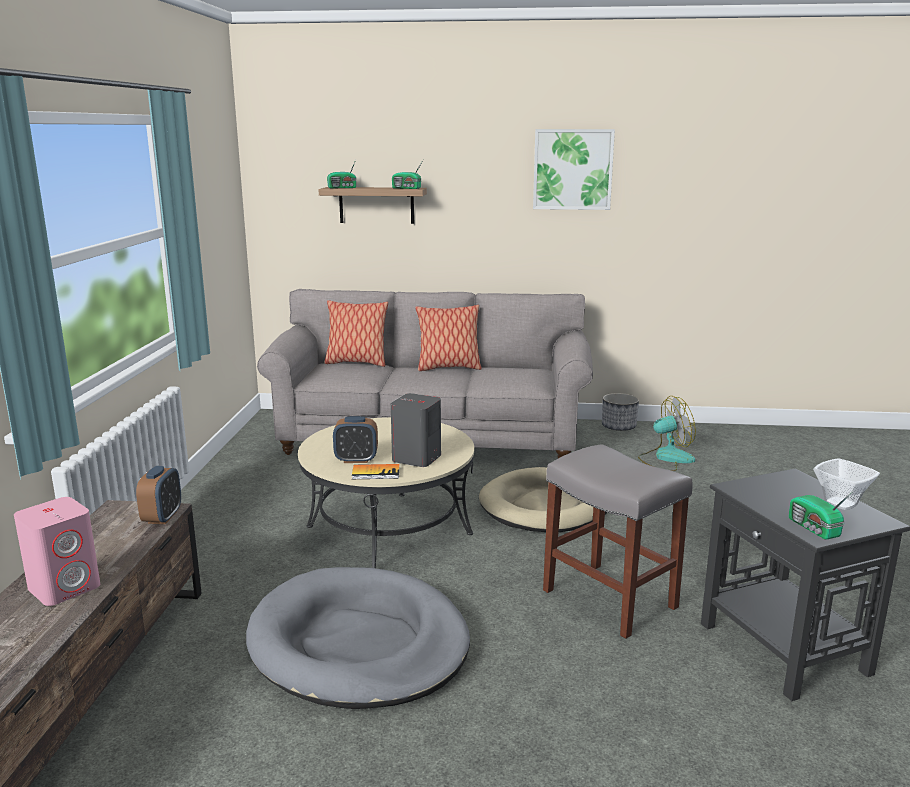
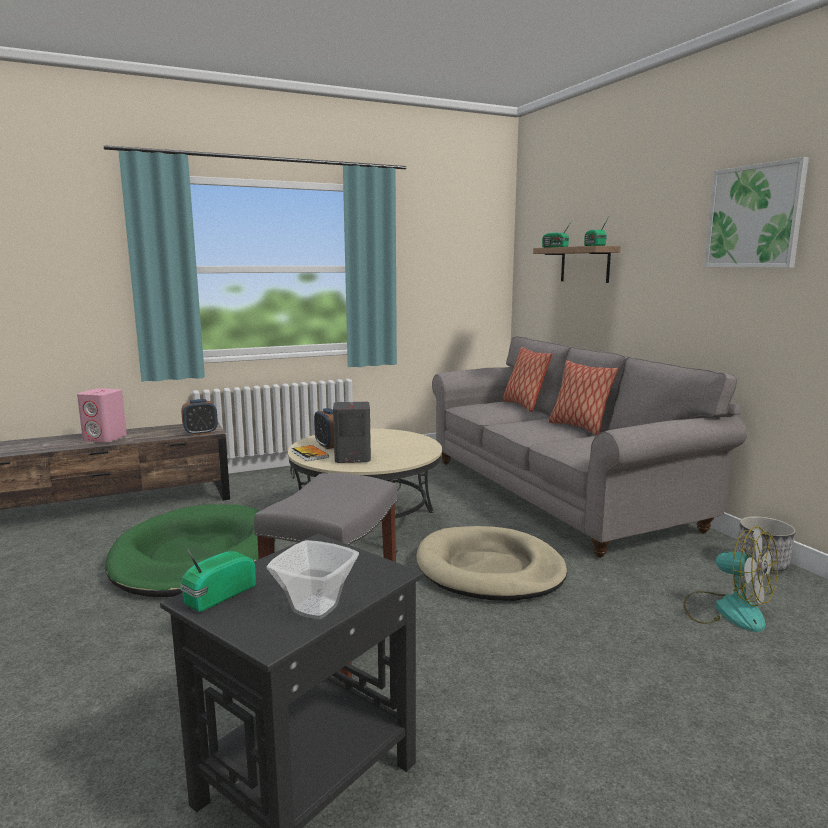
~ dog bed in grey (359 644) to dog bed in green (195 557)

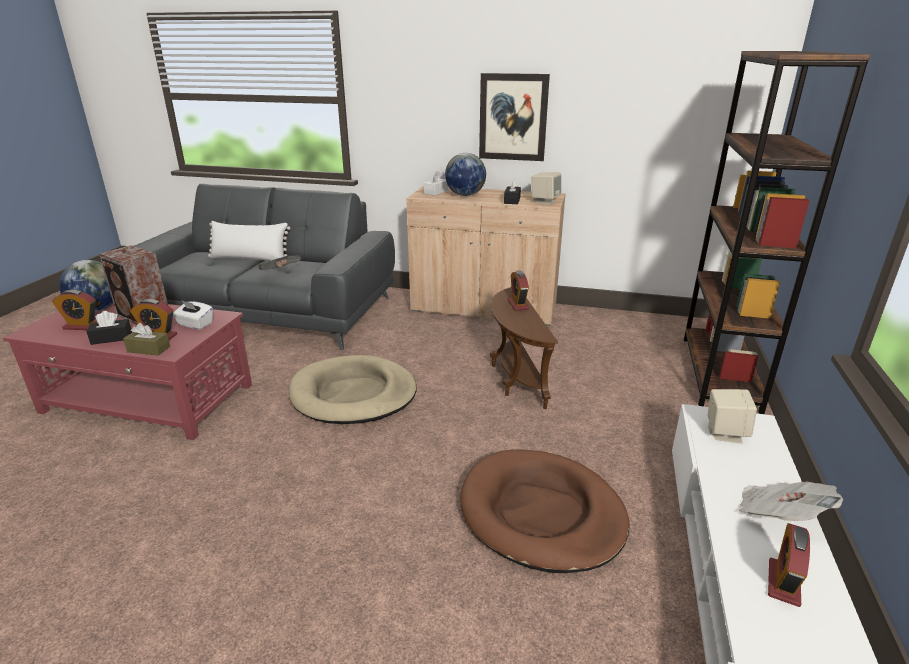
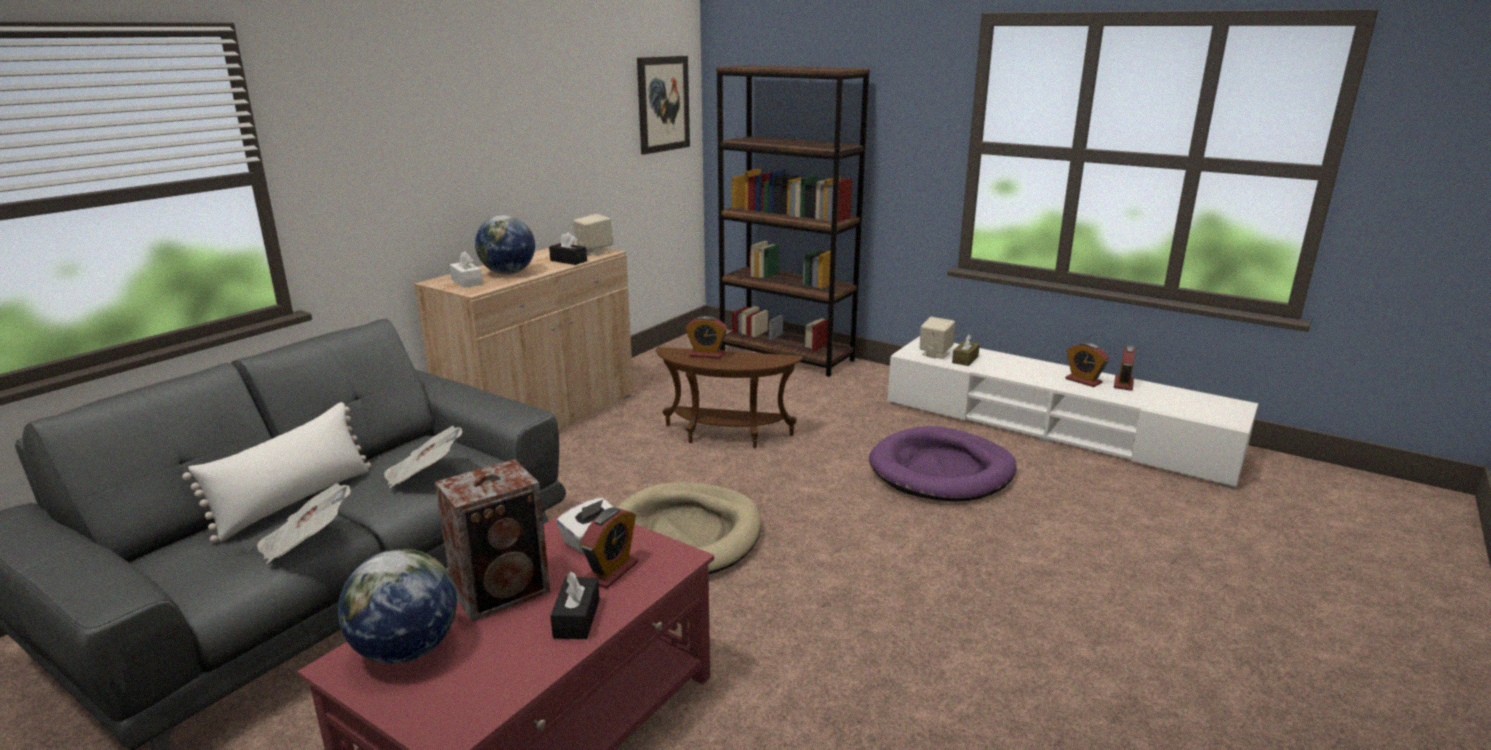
~ picture (513 117) to (663 104)
~ alarm clock (82 326) to (1123 384)
~ tissue box in brown (149 349) to (965 359)
~ dog bed in brown (541 514) to dog bed in purple (942 470)
~ newspaper (779 515) to (306 544)

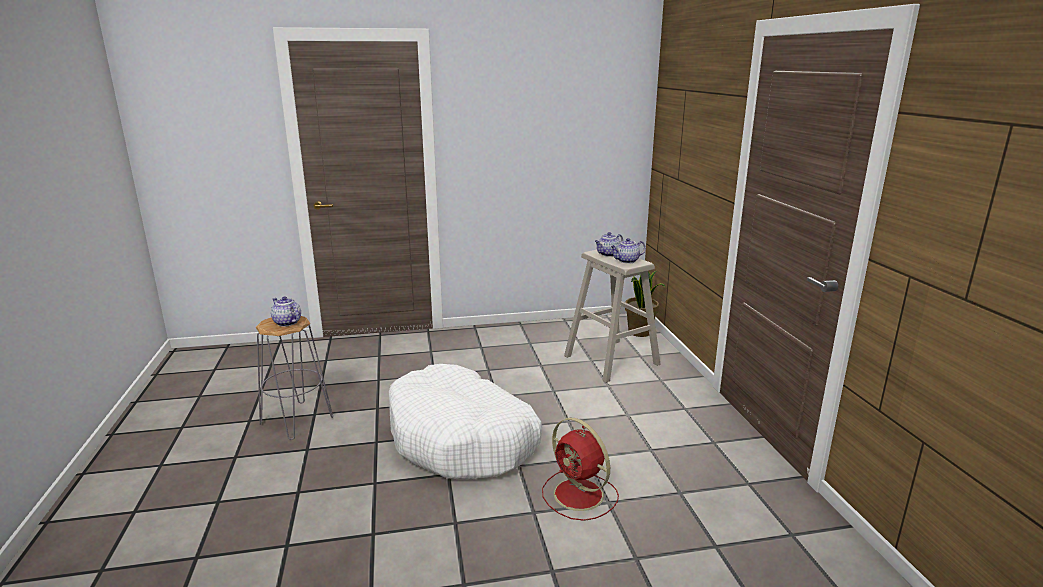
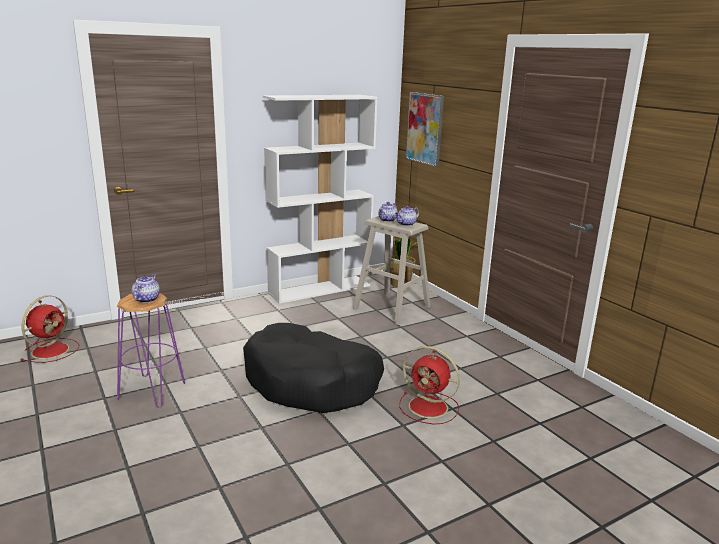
~ teapot (286 322) = (146 299) 75 degrees clockwise
~ stool in grey (297 420) to stool in purple (152 390)
~ dog bed in white (462 439) to dog bed in black (312 383)
+ picture (425 129)
+ bookcase in white (320 289)
+ fan in red (51 350)

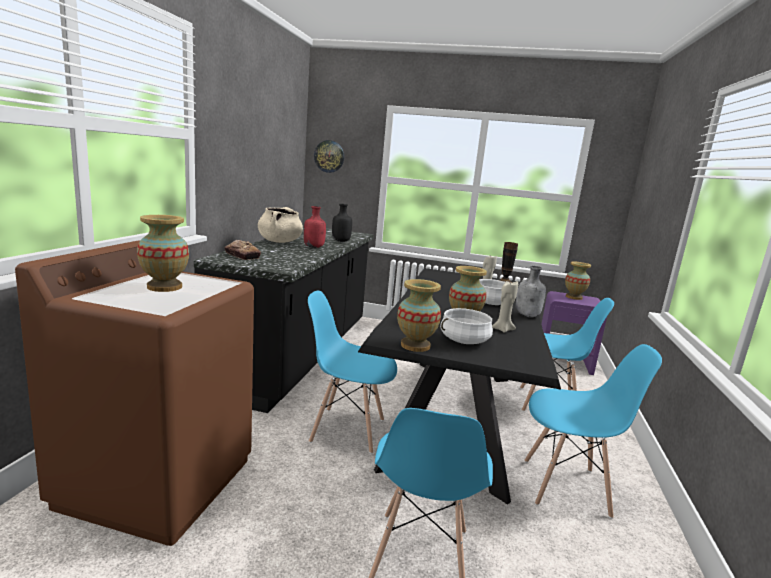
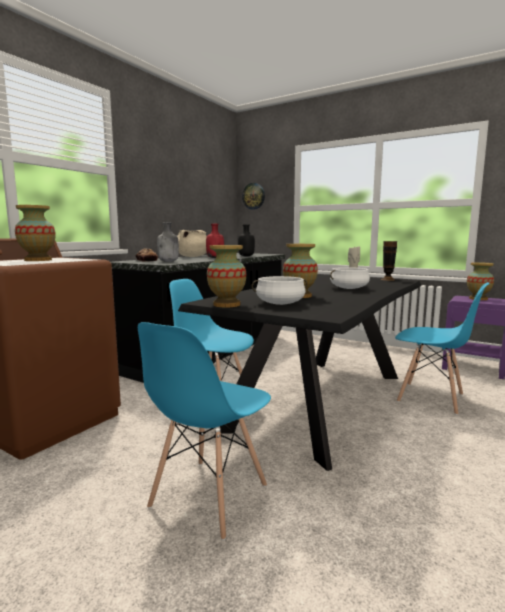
~ bottle in grey (527 316) to (169 261)
- candle in beige (502 329)
- chair in blue (566 487)

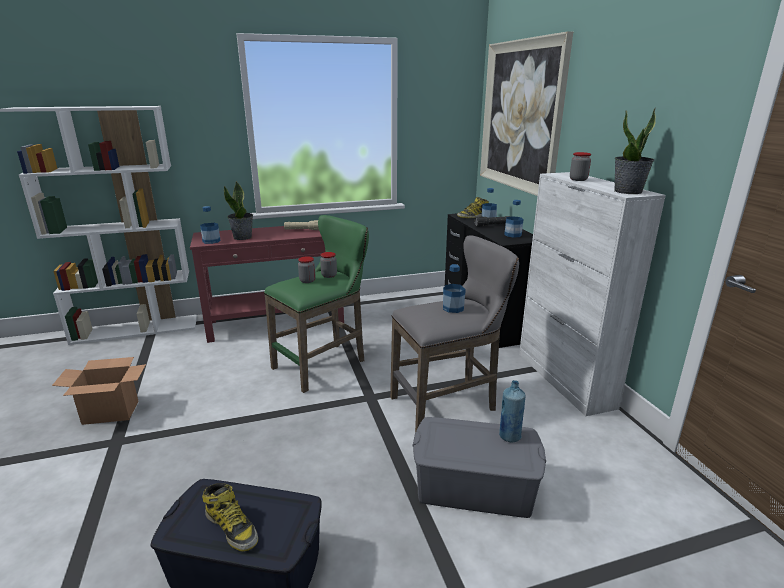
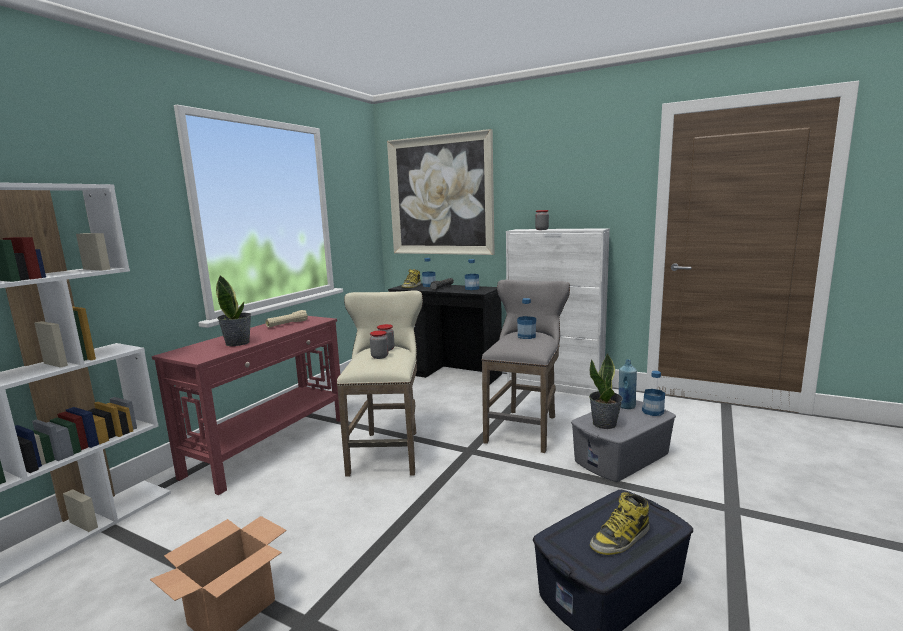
~ potted plant (628 191) to (604 424)
~ bottle (211 241) to (652 411)
~ stool in green (325 364) to stool in beige (388 450)
~ boot (232 527) = (620 538) 150 degrees clockwise

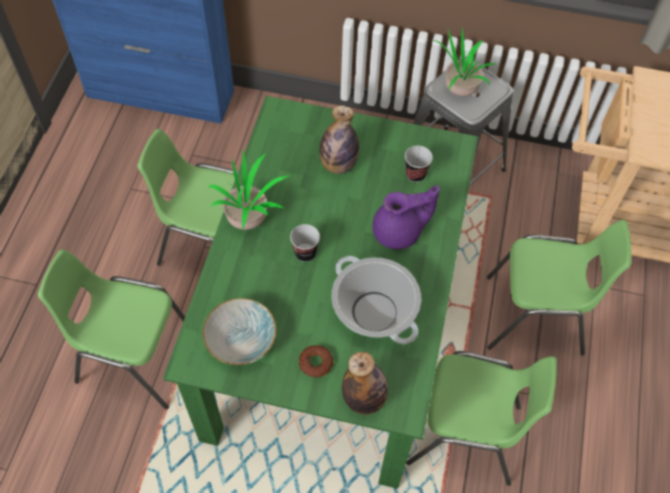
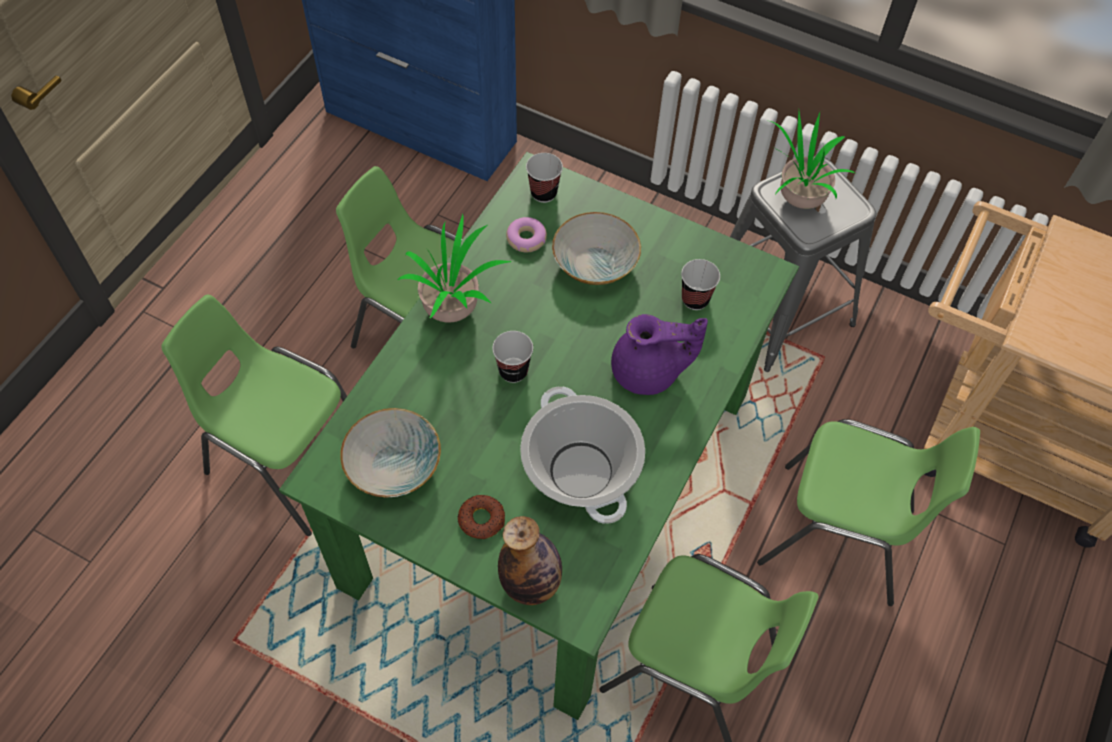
~ bottle (338 165) to bowl (594 264)
+ cup (543 193)
+ donut (526 239)

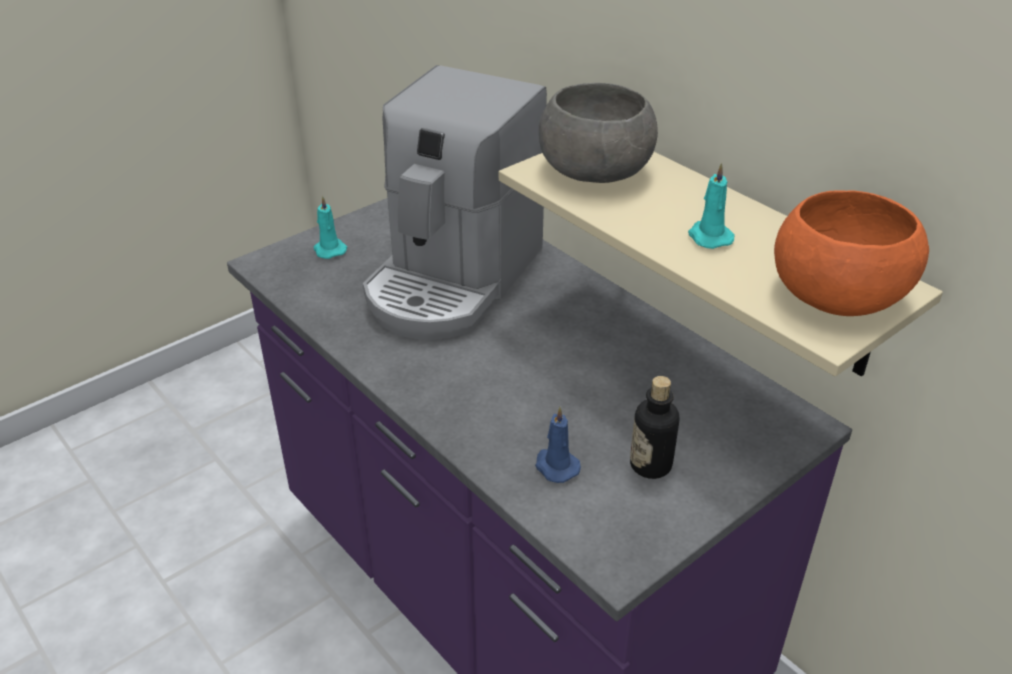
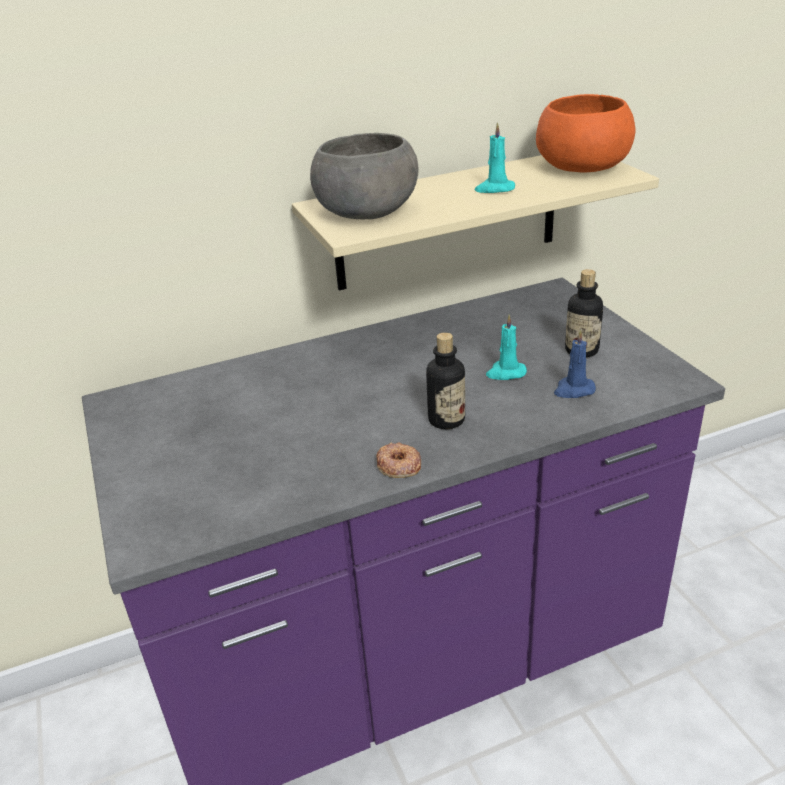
- coffee machine (453 280)
~ candle in turquoise (329 249) to (505 373)
+ bottle (446 420)
+ donut (398 465)

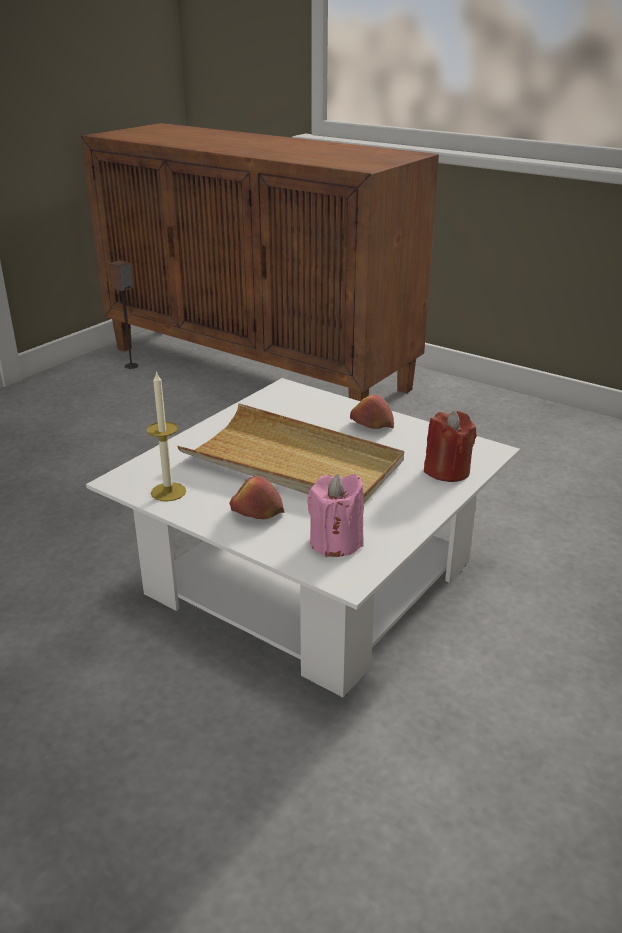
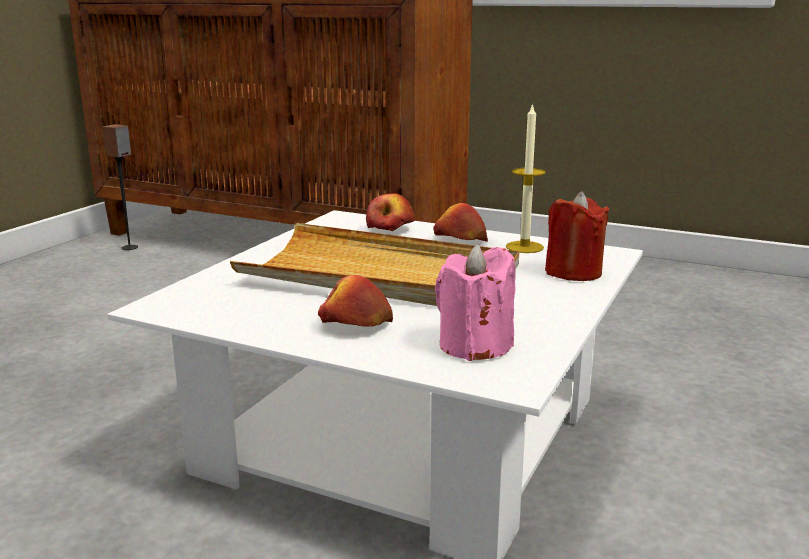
~ candle (168 492) to (524 247)
+ apple (391 229)

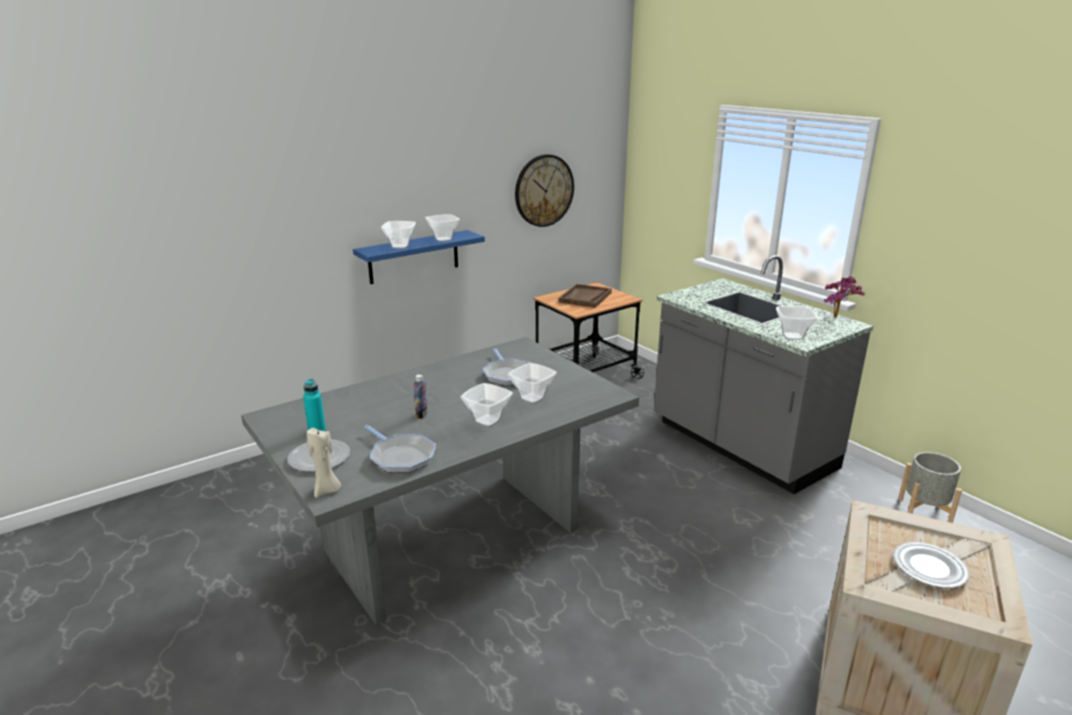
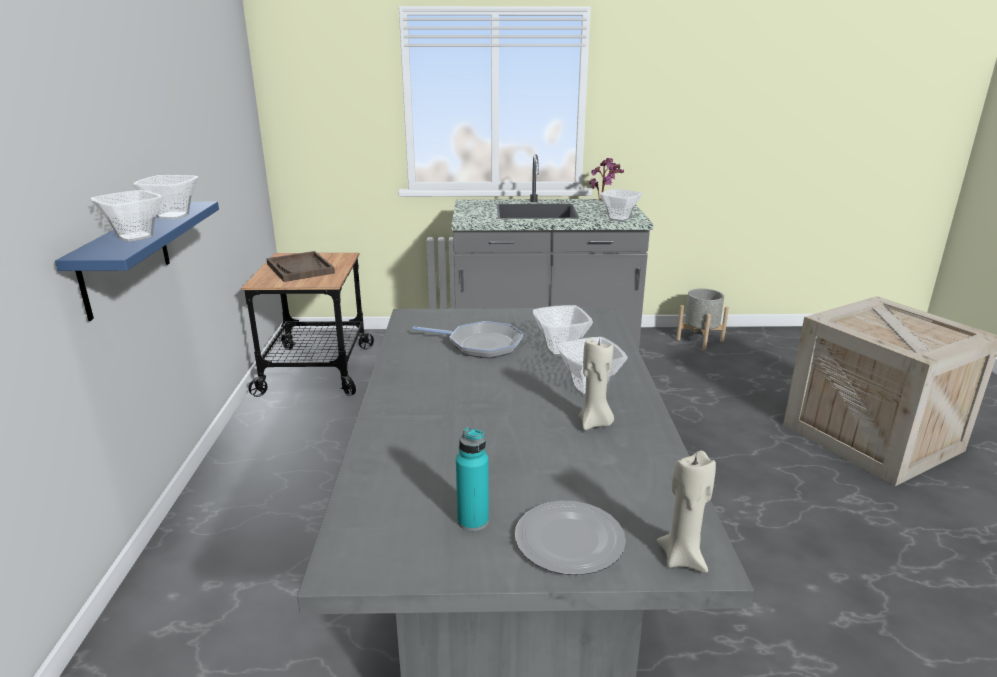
- wall clock (544 190)
- bottle (421 415)
- frying pan (401 457)
- plate (930 568)
+ candle in beige (595 423)

